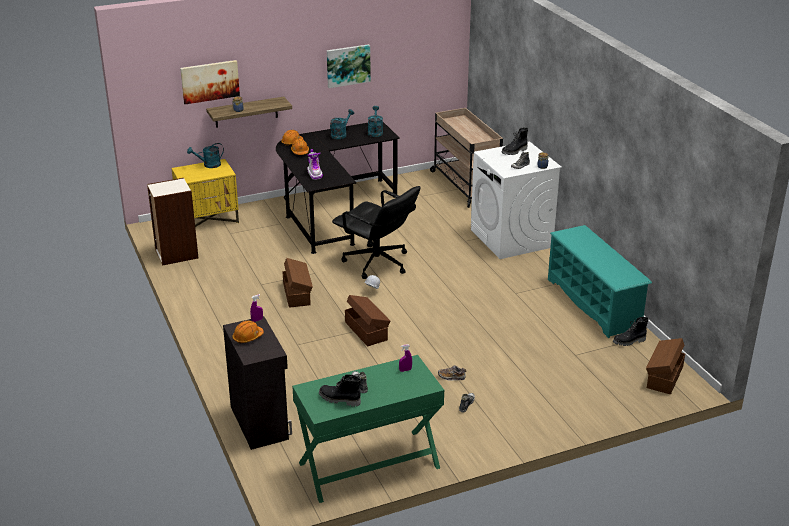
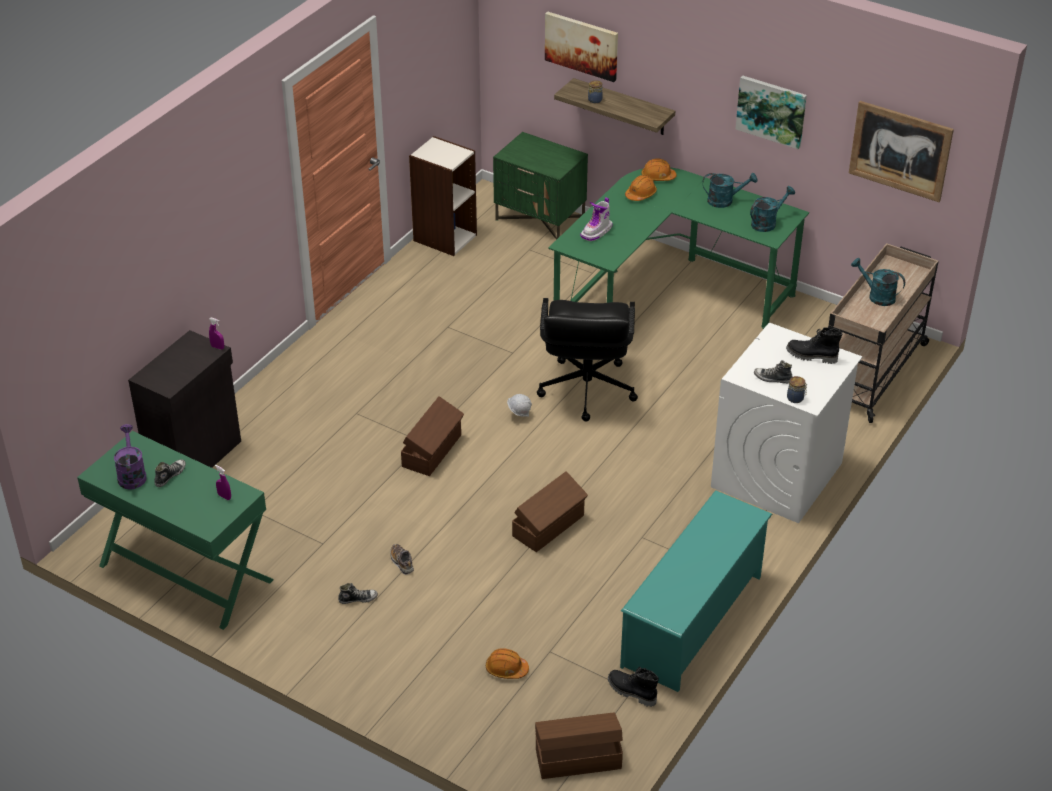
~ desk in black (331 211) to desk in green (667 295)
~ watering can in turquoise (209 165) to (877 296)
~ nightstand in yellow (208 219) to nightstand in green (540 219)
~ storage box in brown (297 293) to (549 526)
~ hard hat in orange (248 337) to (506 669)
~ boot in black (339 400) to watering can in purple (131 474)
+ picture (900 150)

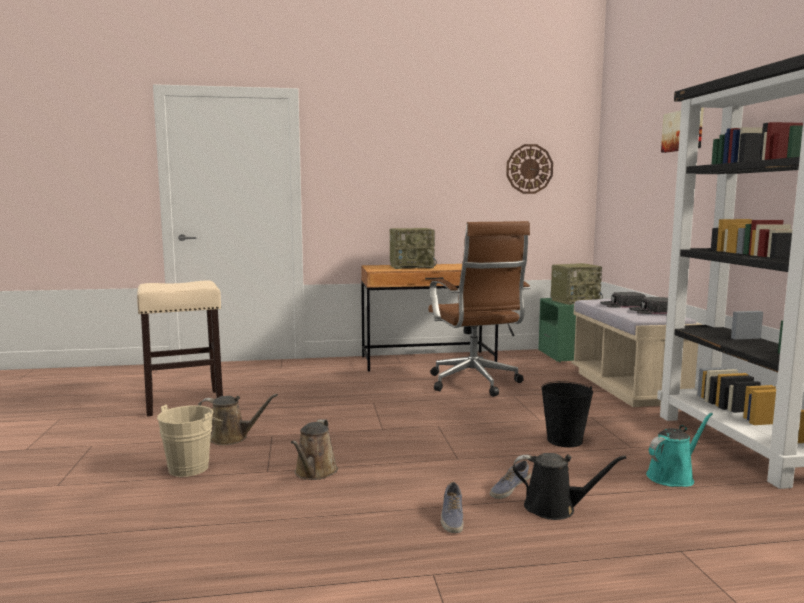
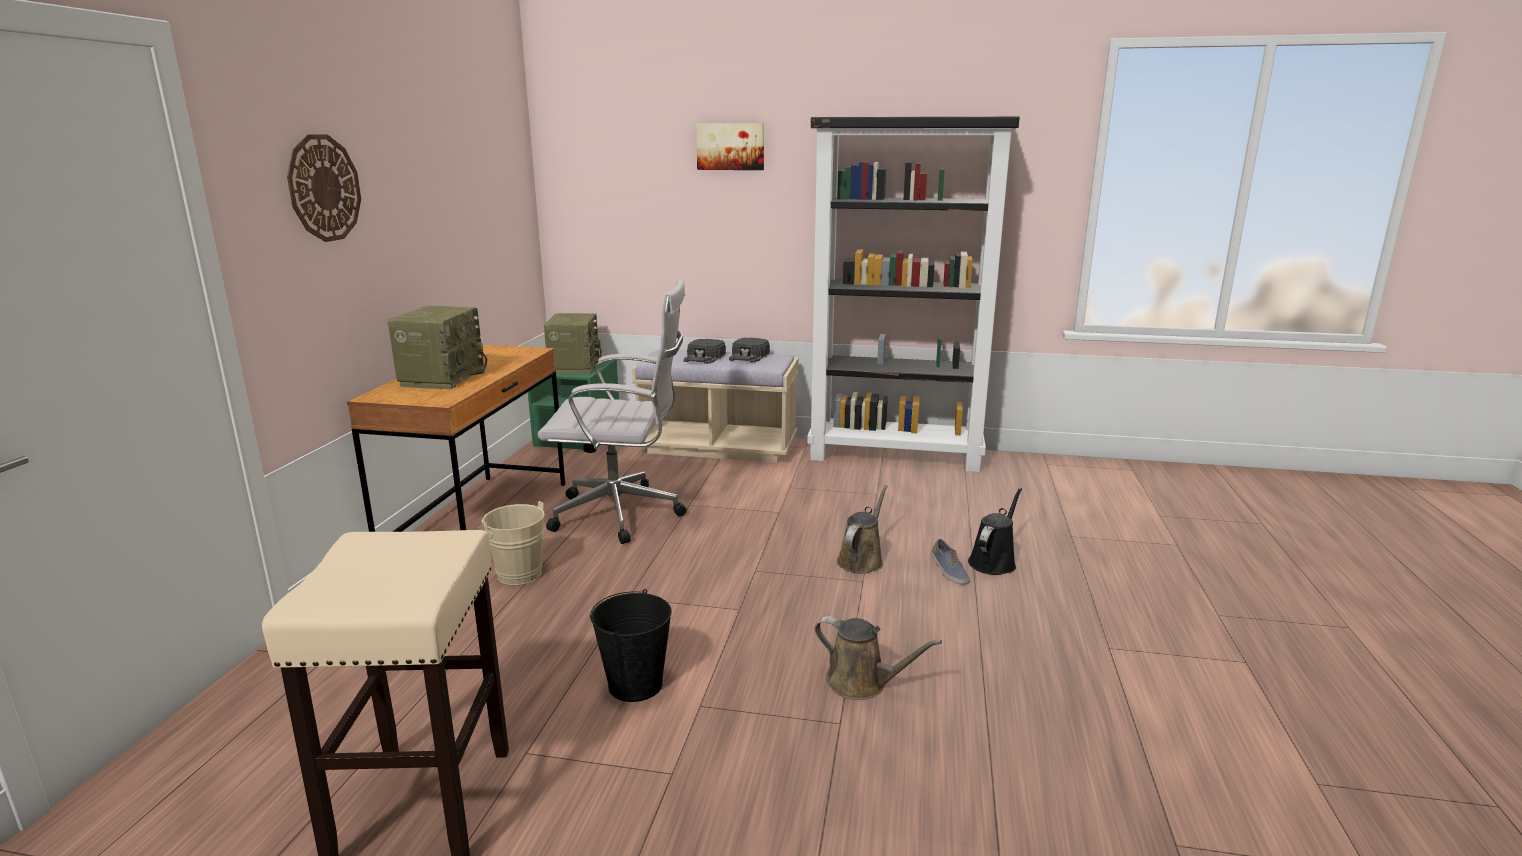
~ wall clock (529 169) to (324 188)
~ office chair in brown (475 384) to office chair in white (623 514)
~ bucket in black (565 440) to (636 685)
~ watering can in brown (231 438) to (862 560)
~ bucket in beige (192 466) to (517 572)
- watering can in turquoise (673 476)
- shoe (451 518)

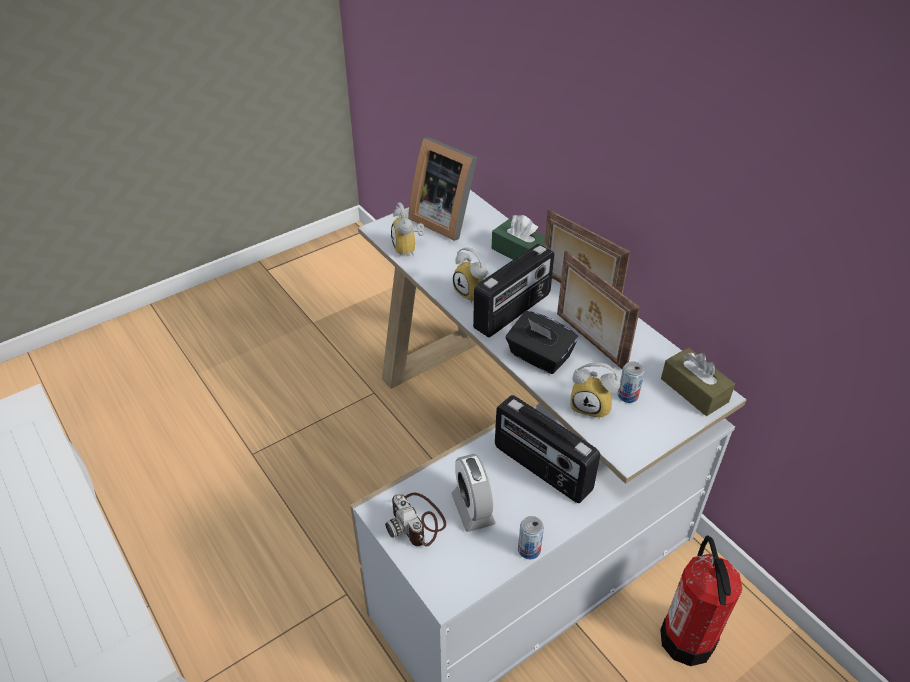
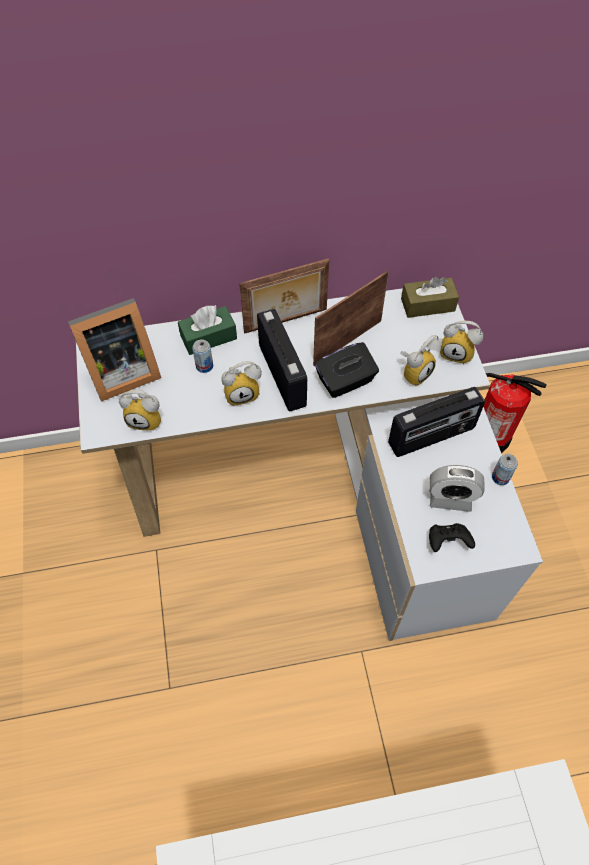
~ picture frame (589 342) = (346 341) 150 degrees clockwise
~ can (627 395) to (204 366)
~ photo camera (417 522) to game controller in black (447 542)
+ alarm clock (457 353)

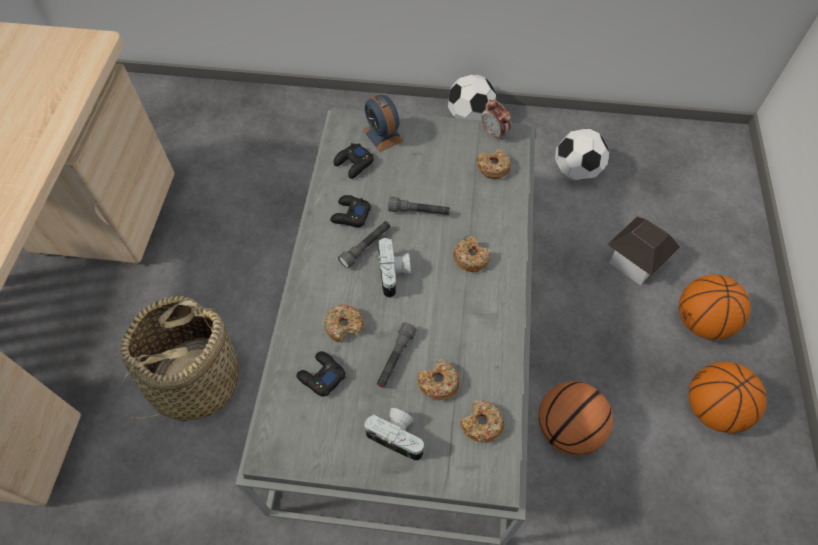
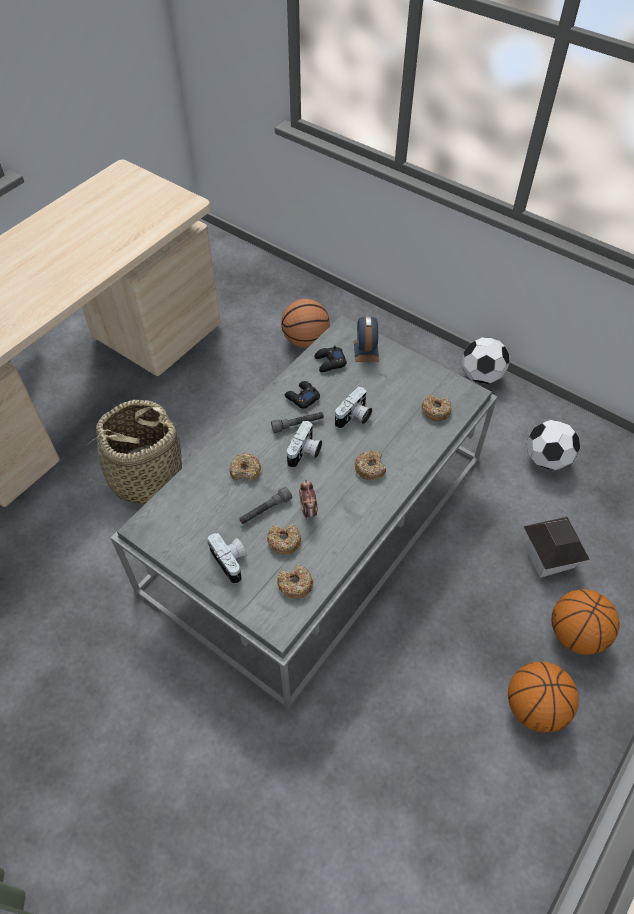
~ alarm clock (494 133) to (308 510)
~ flashlight in grey (419 212) to photo camera (354 417)
- game controller in black (321 376)
~ basketball (567 429) to (305 341)

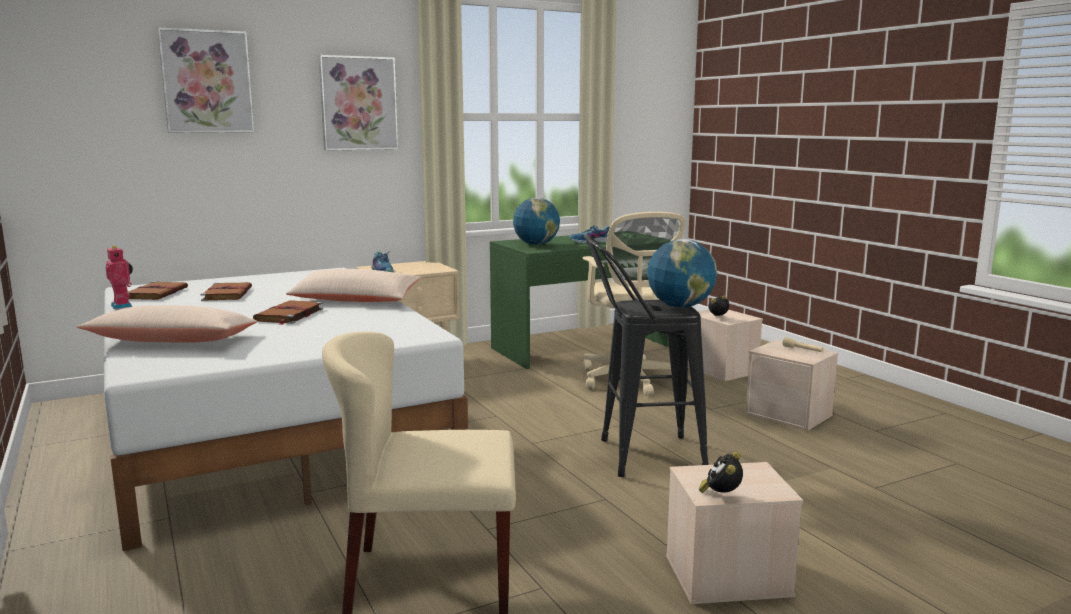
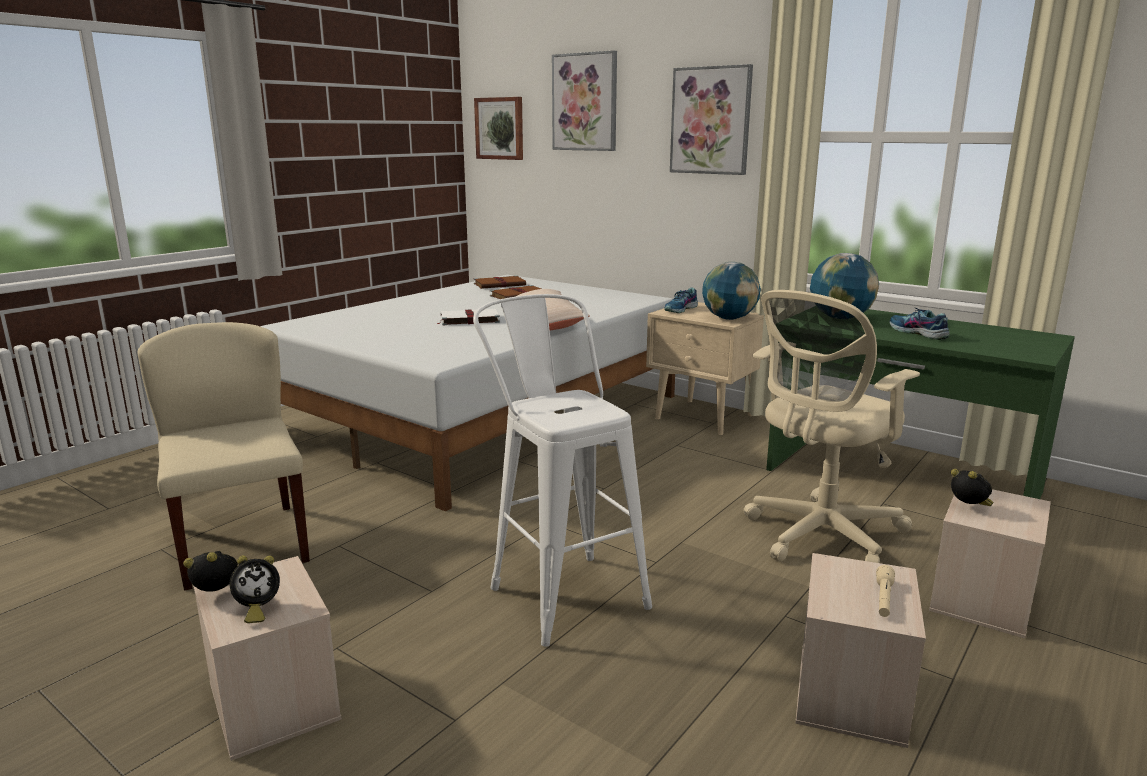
~ stool in black (638 456) to stool in white (561 589)
~ globe (680 306) to (729 318)
- toy robot (123 305)
~ book in brown (288 315) to book in white (468 319)
- pillow in beige (173 341)
+ picture (500 128)
+ alarm clock (256 610)

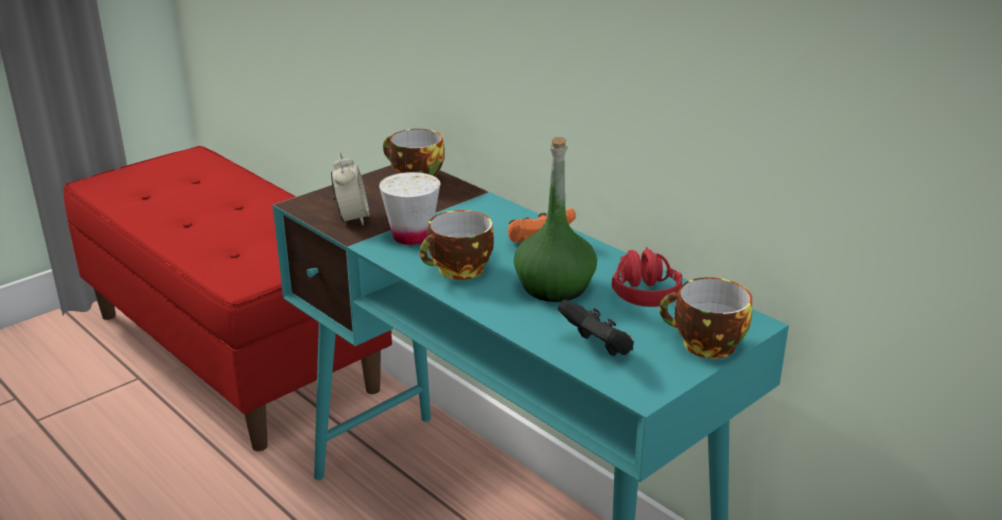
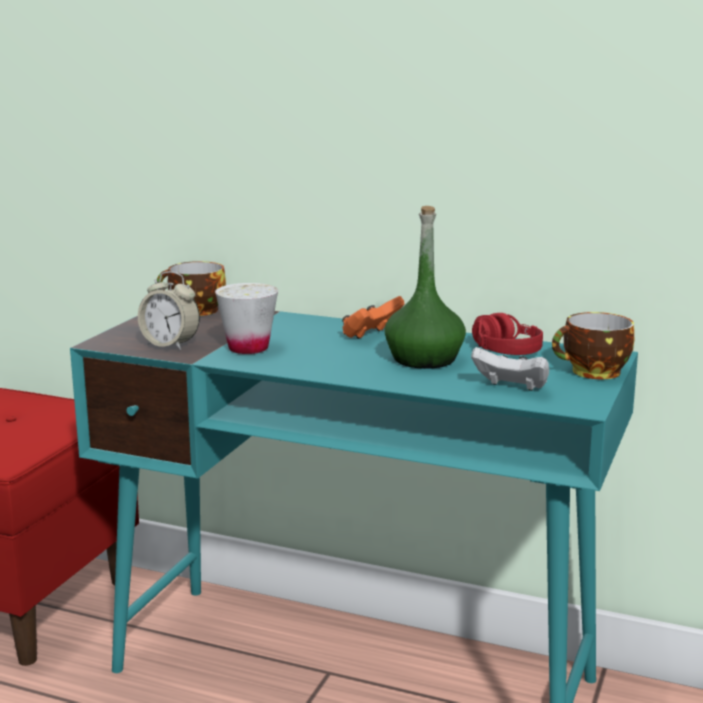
~ alarm clock (352 218) = (170 345) 150 degrees clockwise
- cup (459 271)
~ game controller in black (597 348) to game controller in white (511 388)

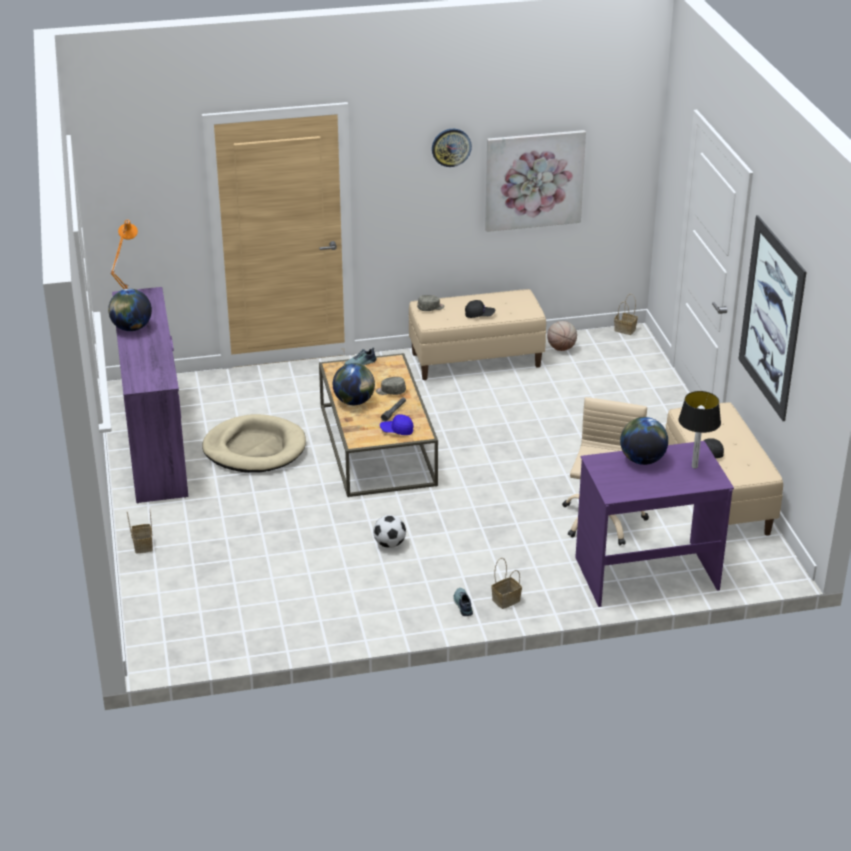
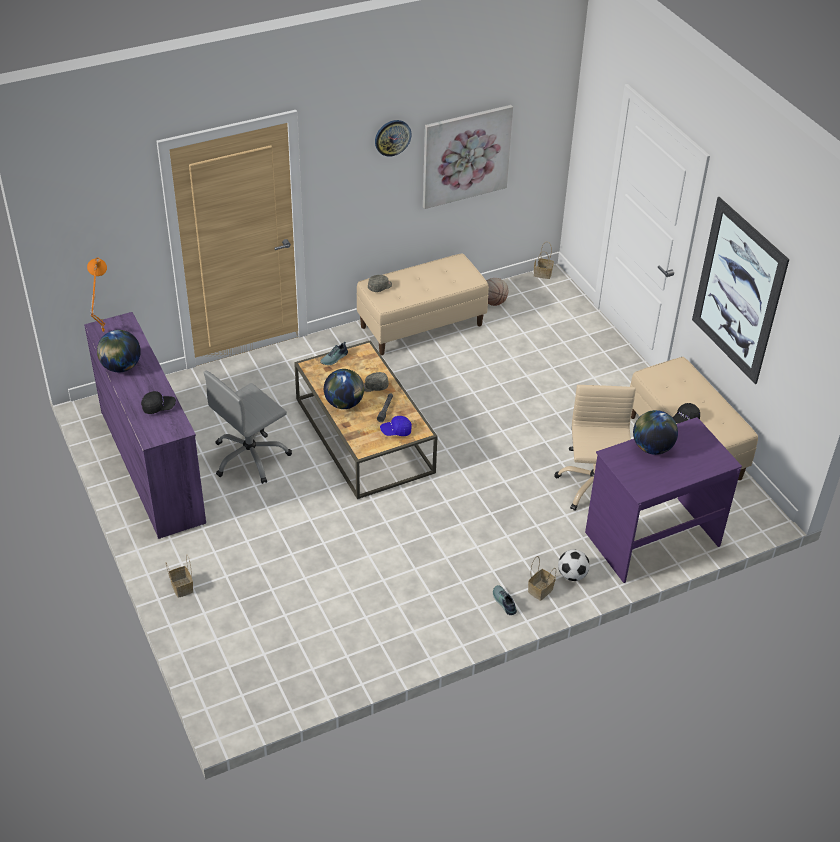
~ cap in black (479 315) to (159 407)
- table lamp (695 466)
~ dog bed in beige (254 448) to office chair in grey (250 457)
~ football (390 544) to (572 575)

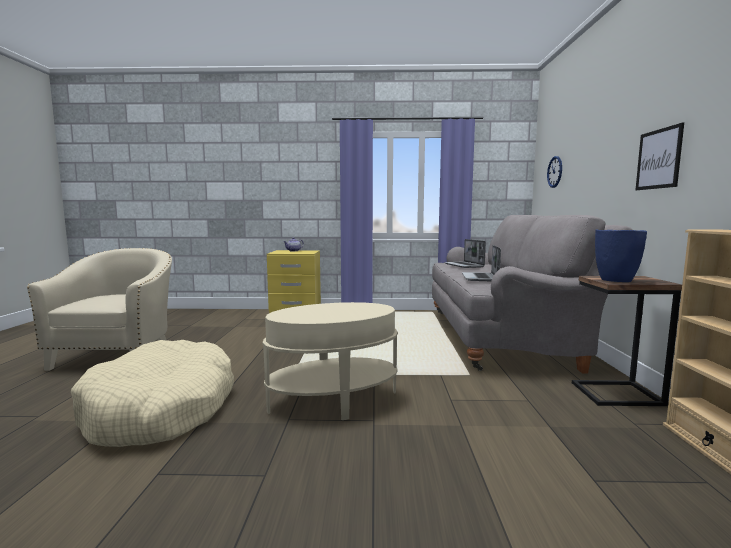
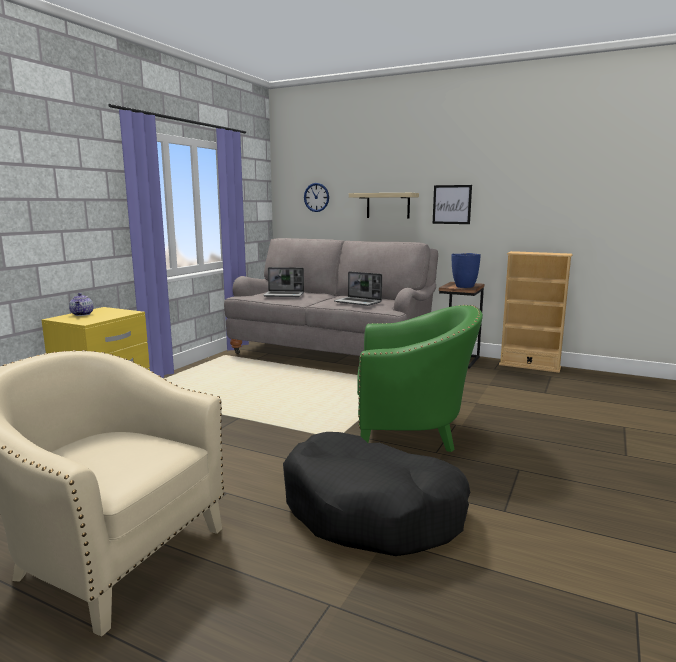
~ side table in beige (333 401) to armchair in green (412 431)
~ dog bed in beige (161 409) to dog bed in black (372 511)
+ shelf (388 205)

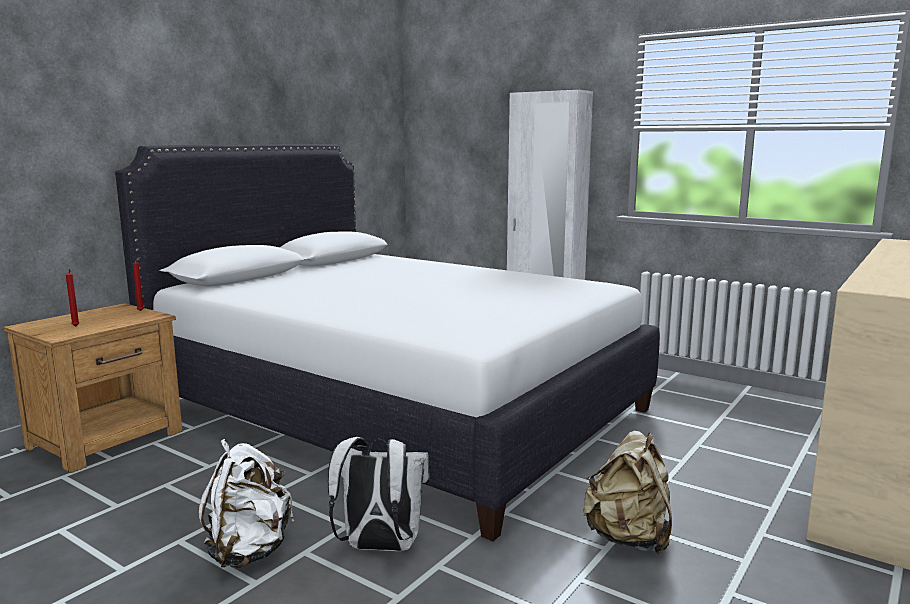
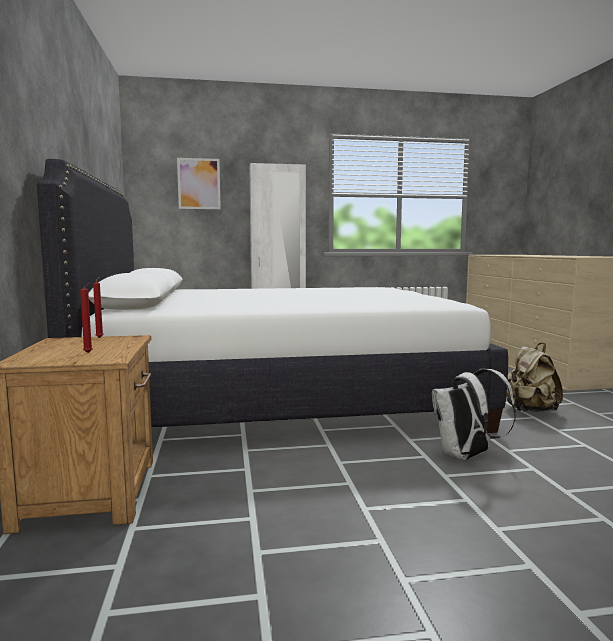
- backpack in white (249 551)
+ picture (199 184)

